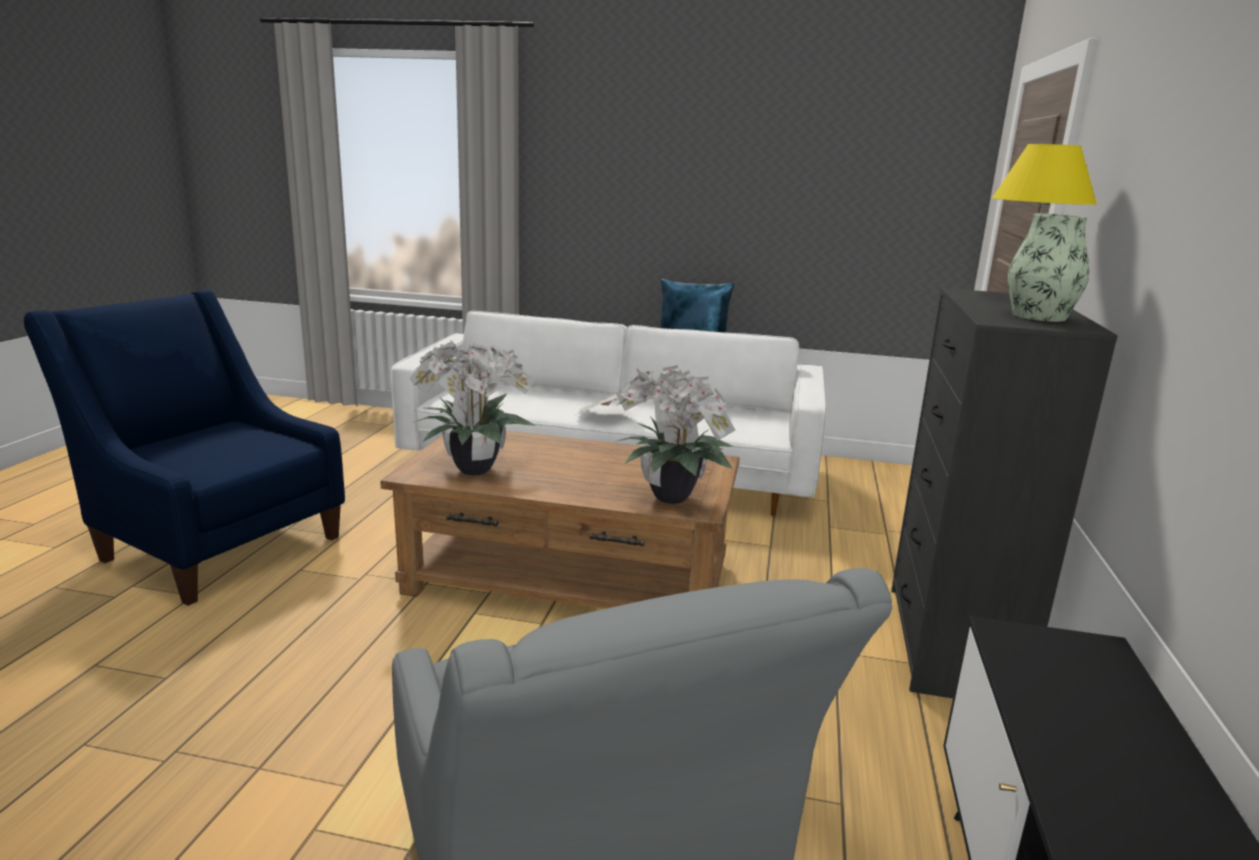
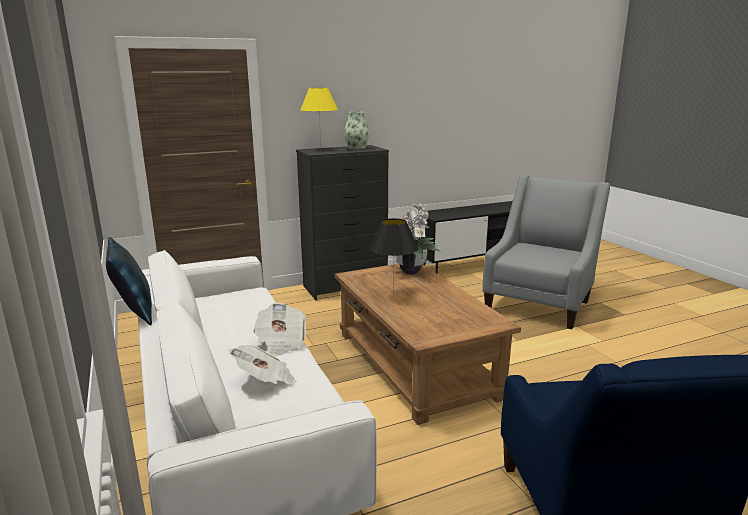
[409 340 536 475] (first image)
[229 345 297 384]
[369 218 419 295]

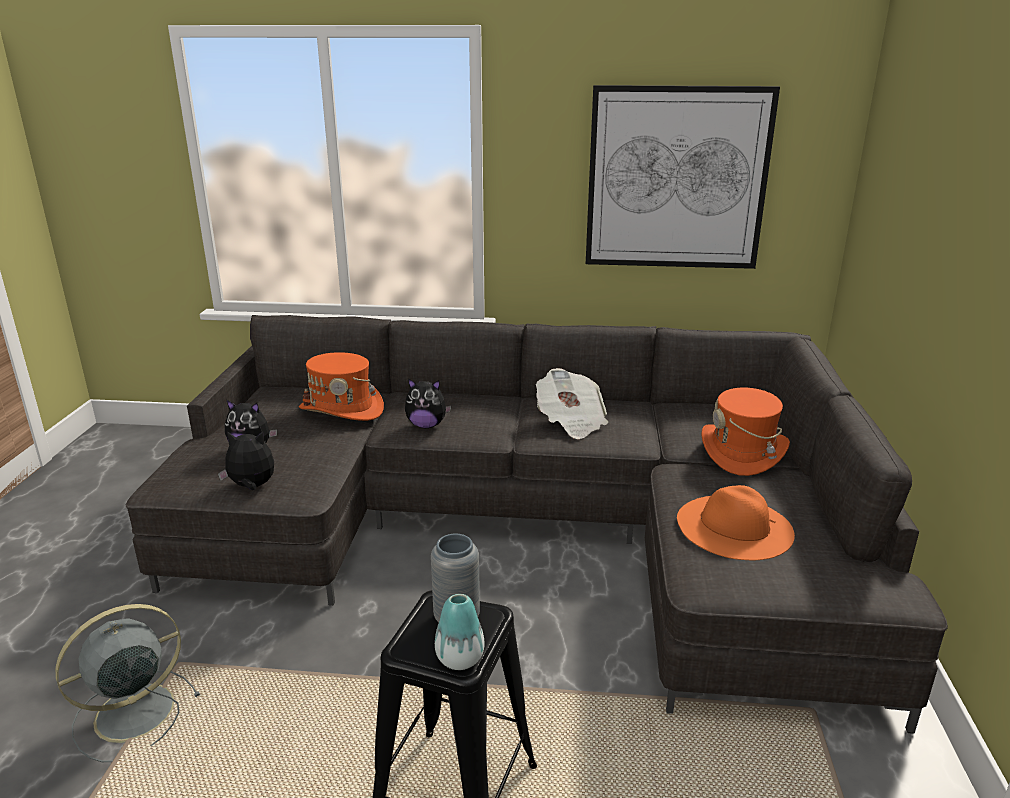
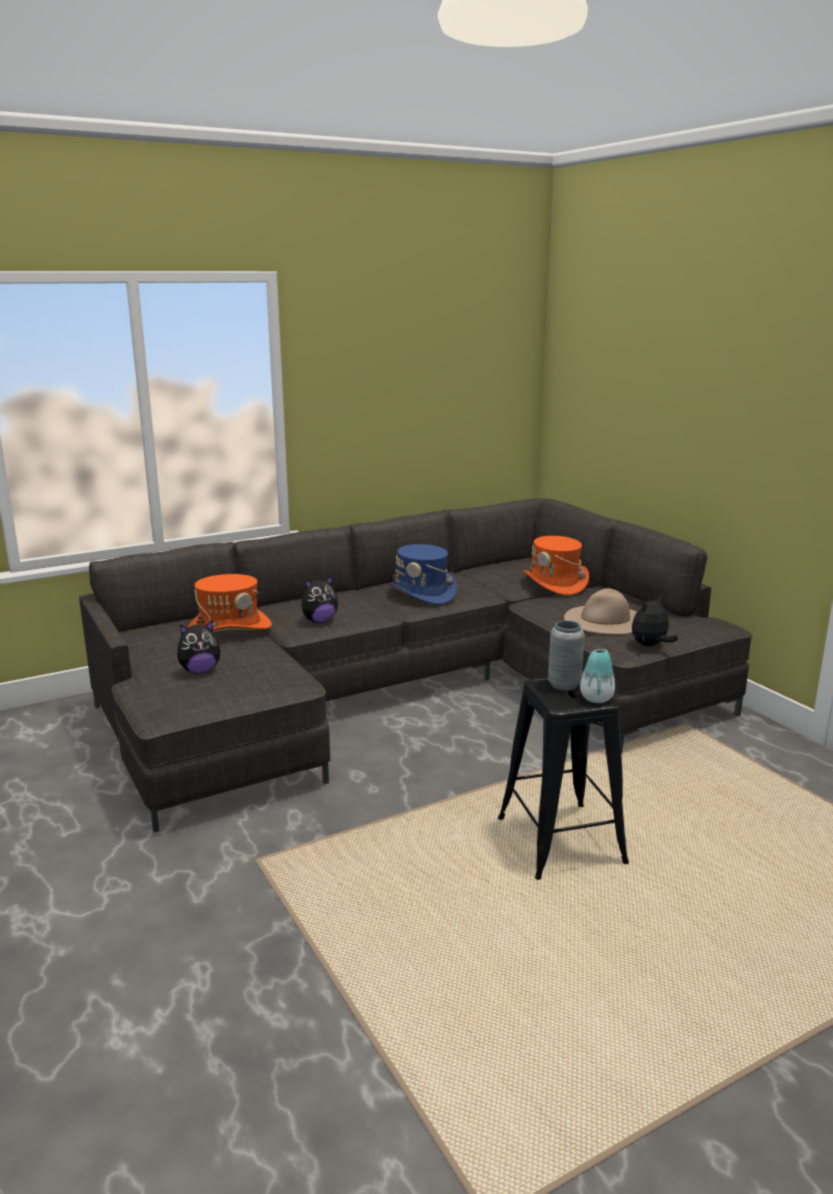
[55 604 200 762] (first image)
[586 85 780 269] (first image)
[632 595 678 646]
[388 544 457 605]
[564 588 637 634]

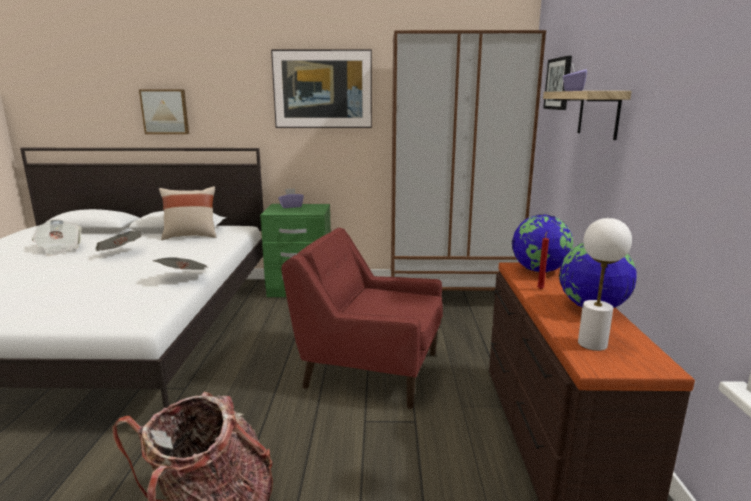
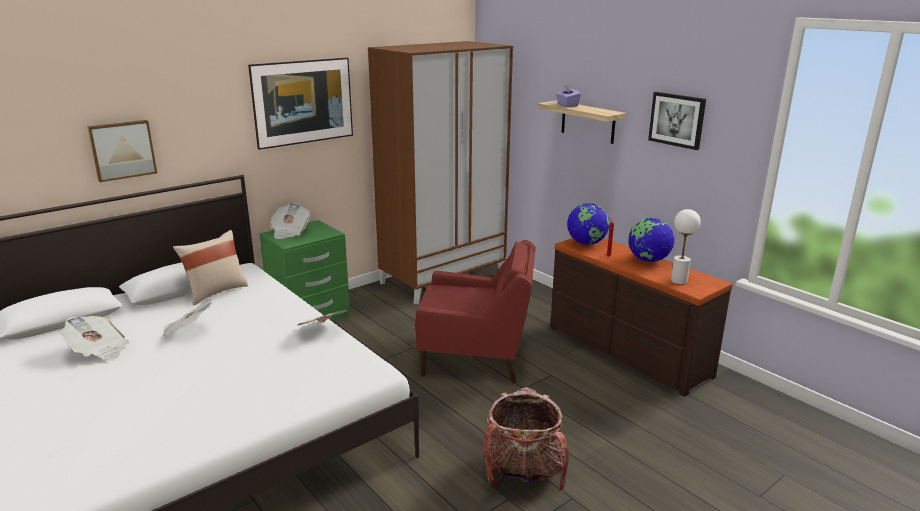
[648 92 706 150]
[270 203 311 239]
[415 240 536 383]

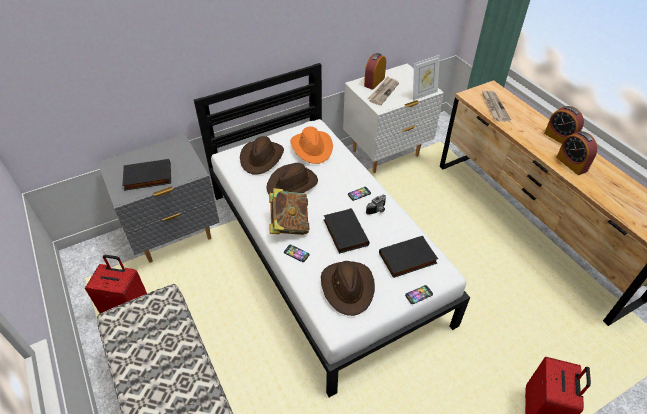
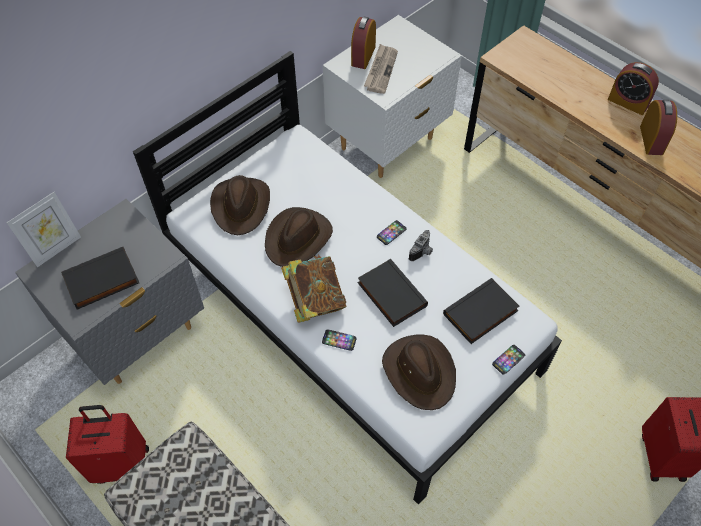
[290 127 333 164] (first image)
[482 91 511 122] (first image)
[7 192 81 267]
[640 100 677 155]

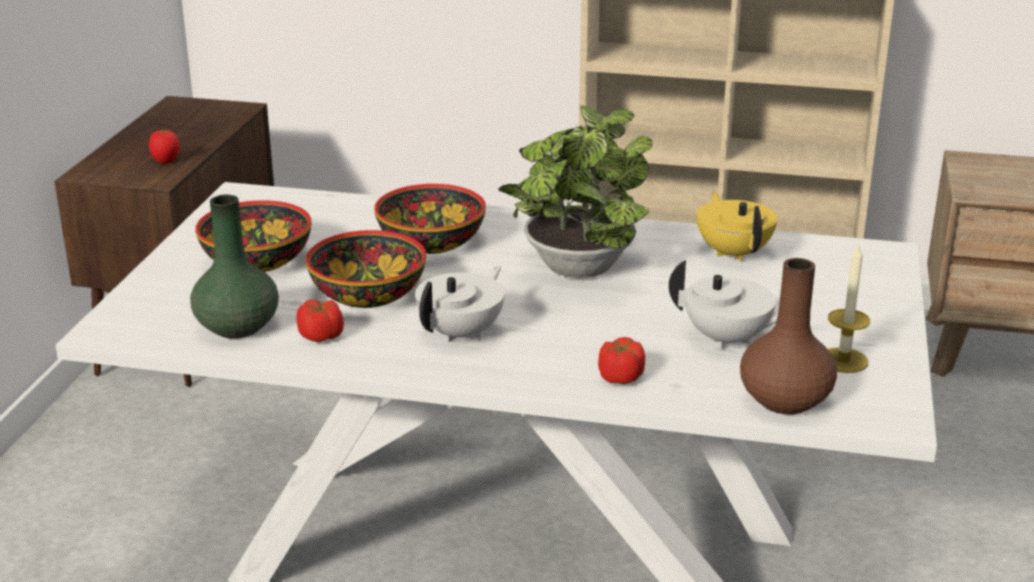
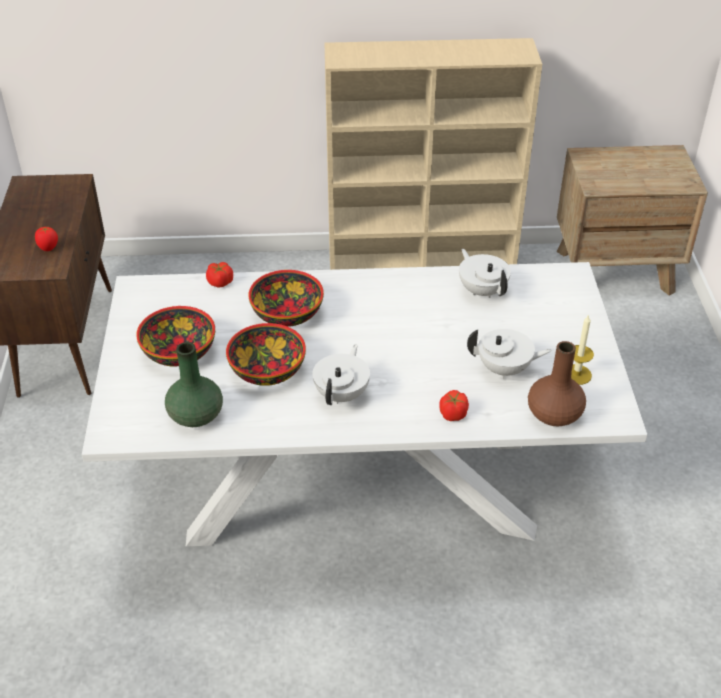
[498 106 653 278] (first image)
[206 262 233 287]
[459 249 511 298]

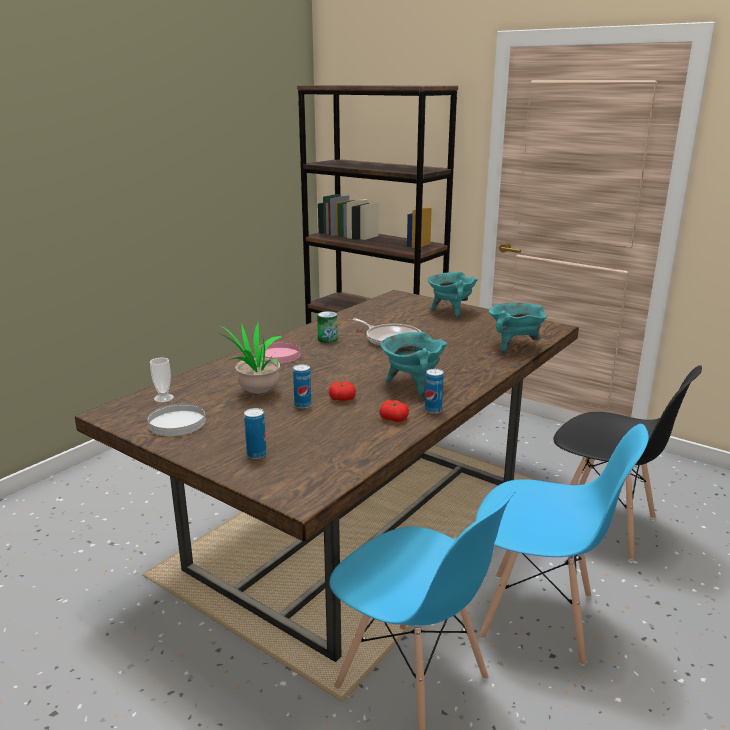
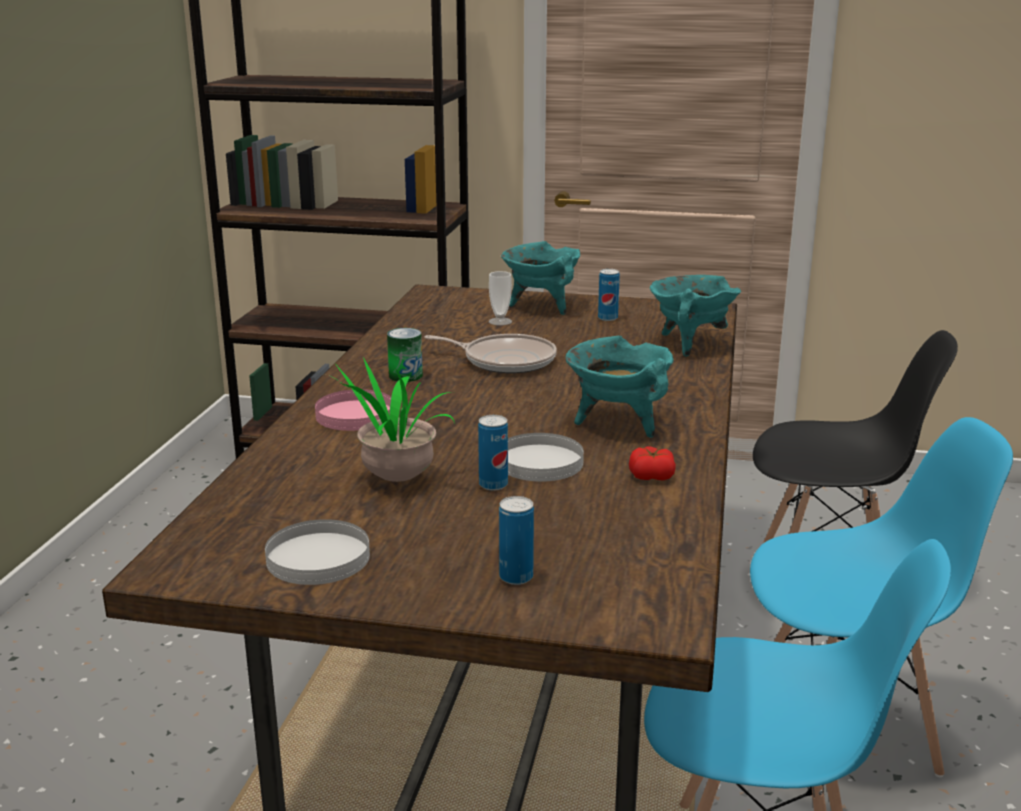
[489 271 512 325]
[598 269 620 321]
[508 433 584 482]

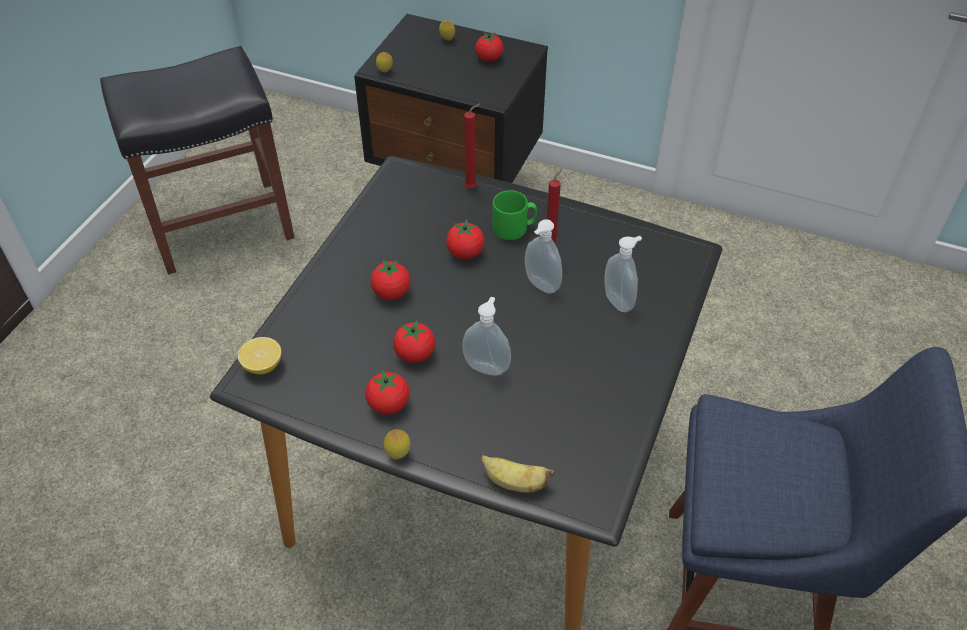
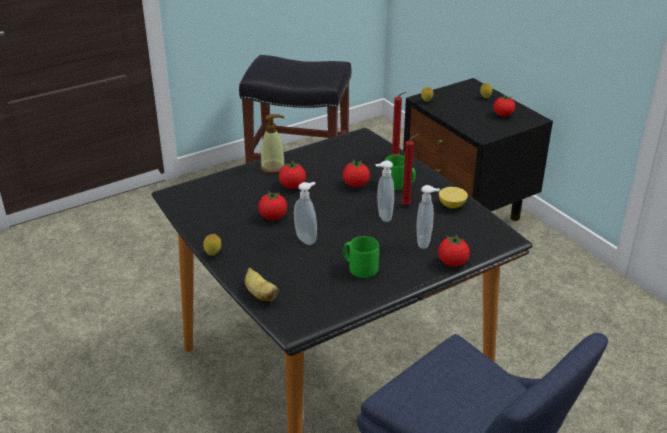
[261 114 285 173]
[344 236 379 278]
[439 187 468 208]
[438 235 470 267]

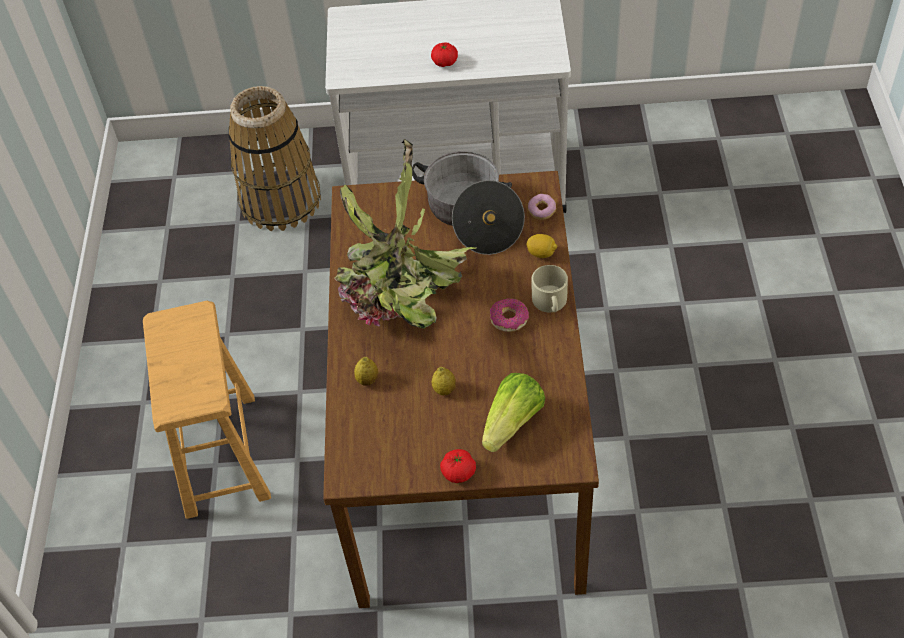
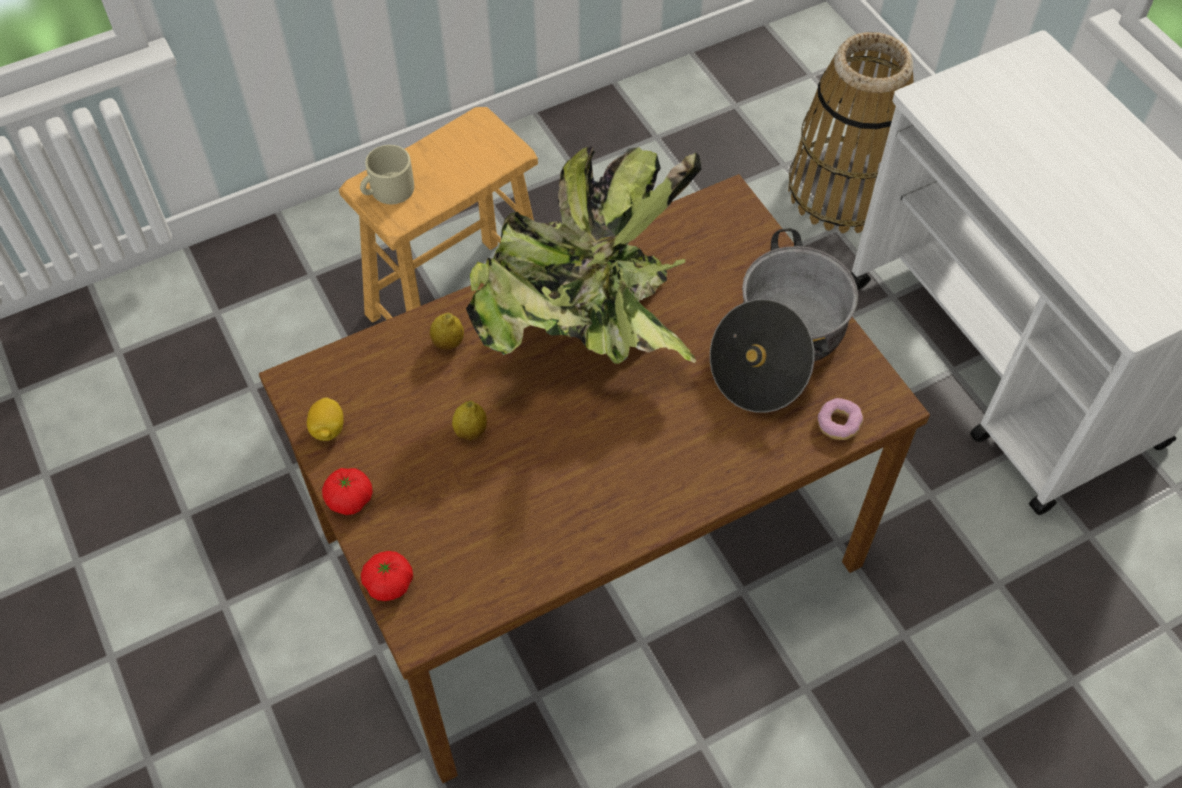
[482 373 545 452] (first image)
[490 298 529 332] (first image)
[361 551 413 601]
[307 397 344 441]
[360 145 414 204]

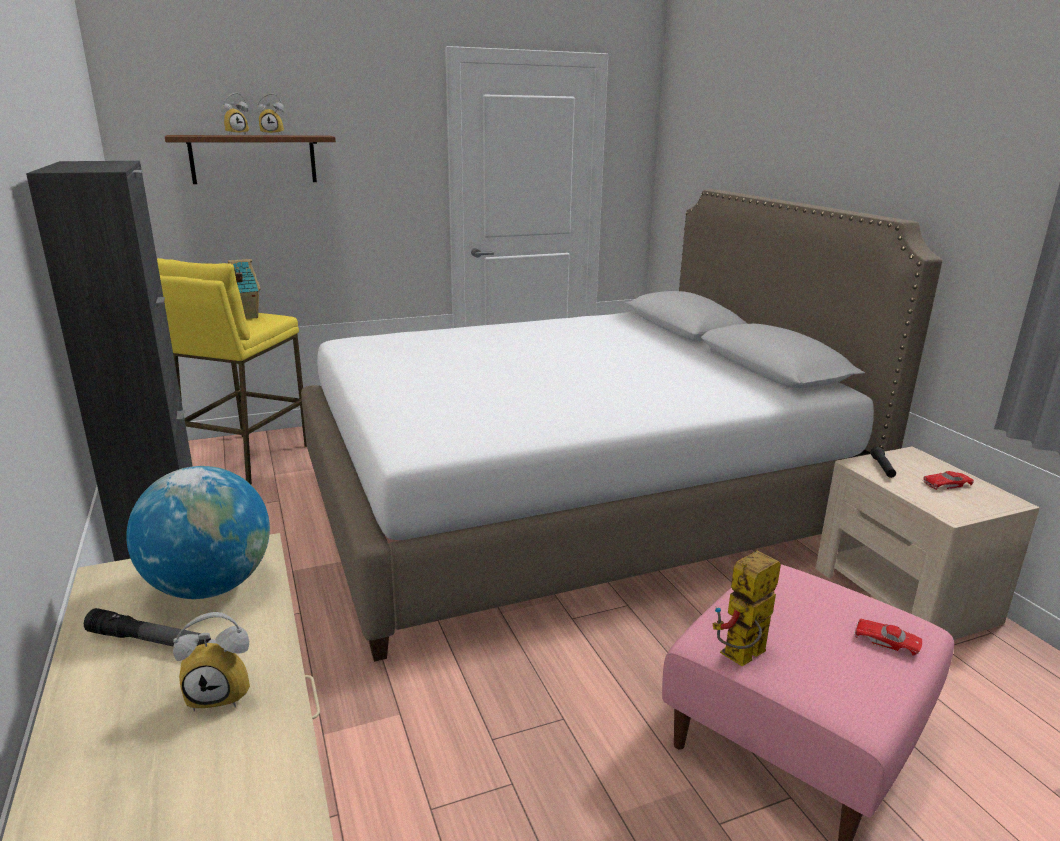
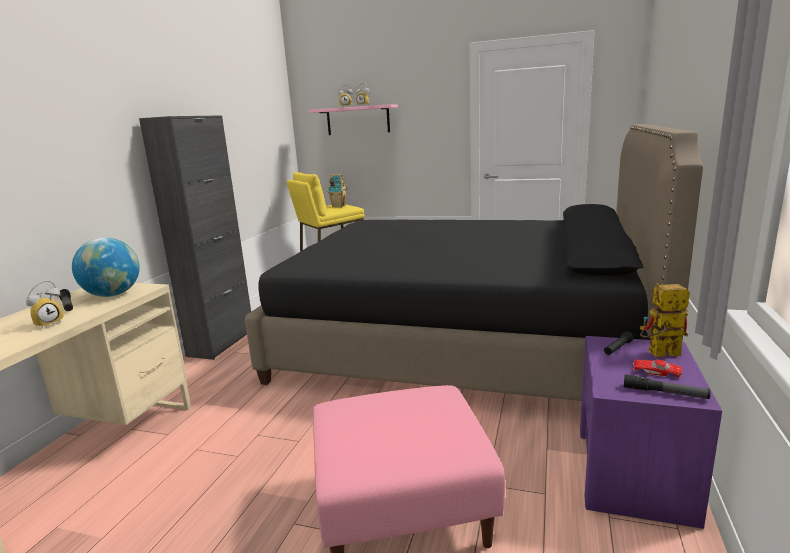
[854 619 922 656] (first image)
[624 374 711 399]
[640 283 690 357]
[308 104 398 135]
[245 124 703 401]
[580 336 722 529]
[26 280 64 329]

